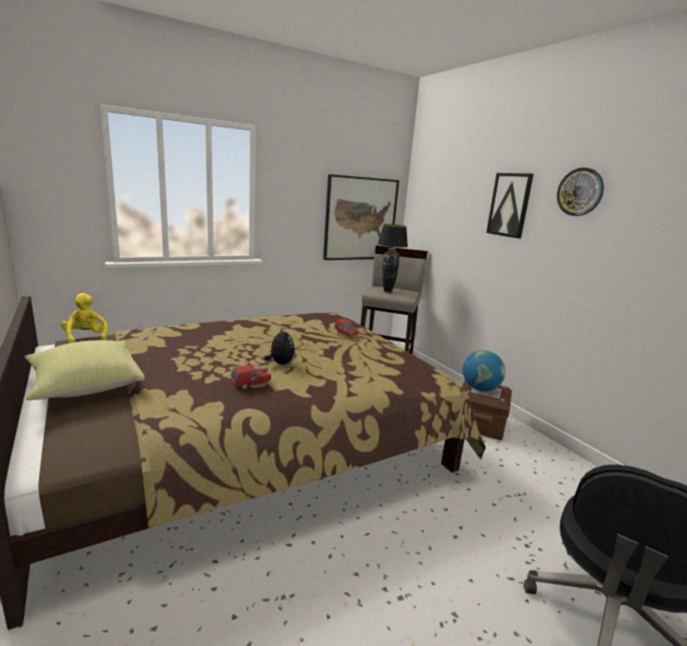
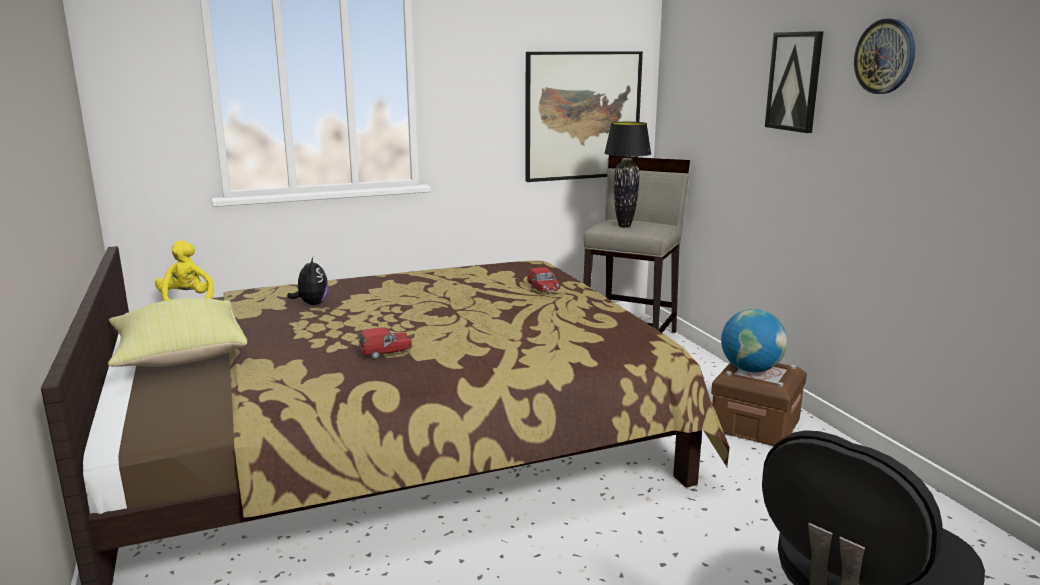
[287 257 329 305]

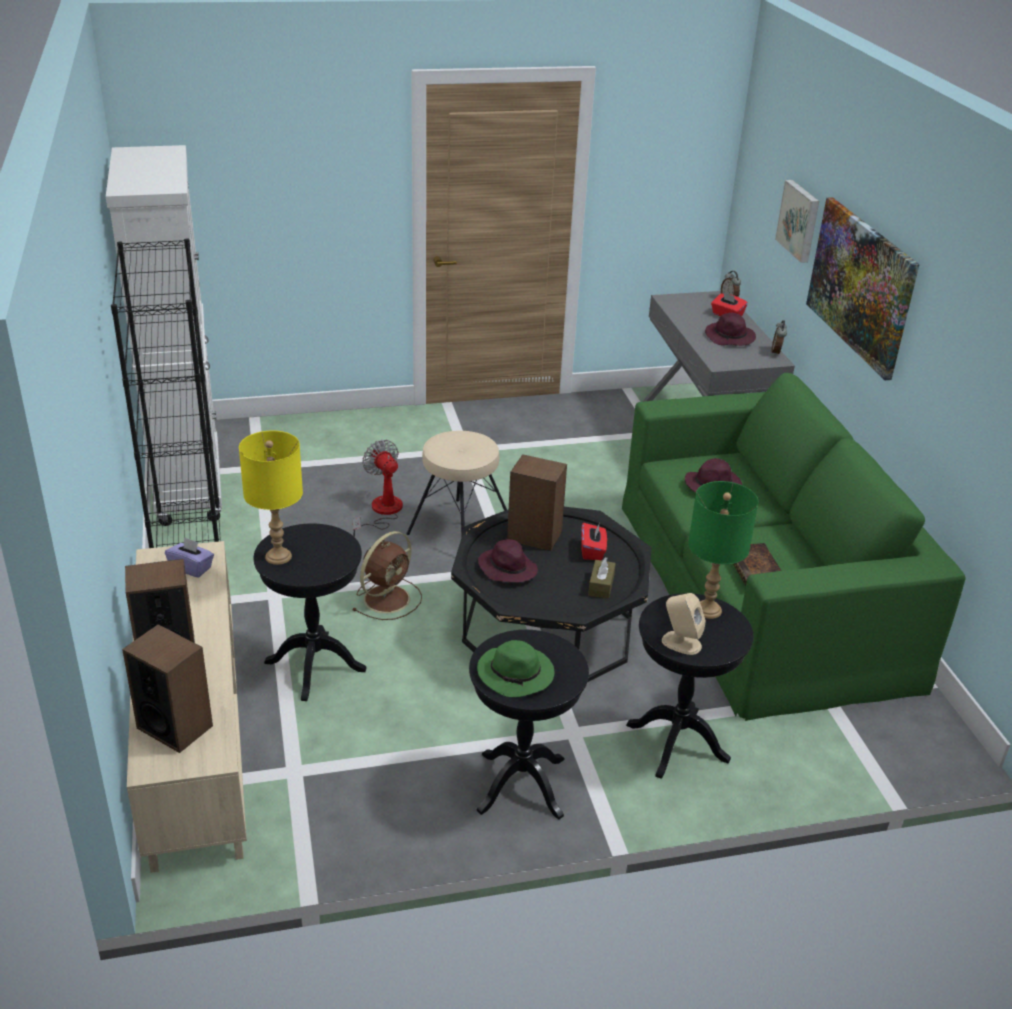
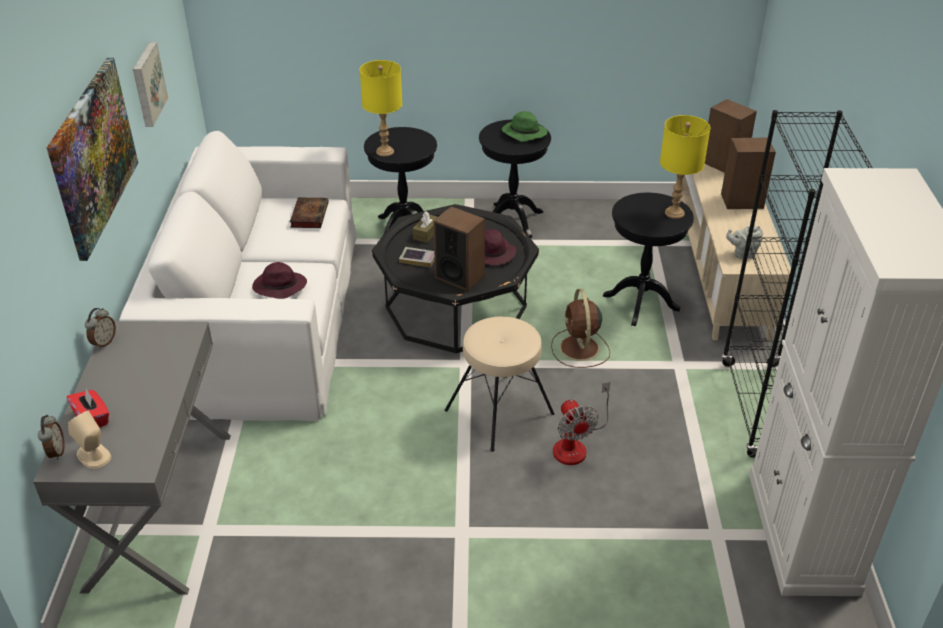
[705 313 756 346] (first image)
[68 410 111 469]
[133 42 168 127]
[726 225 763 259]
[399 247 434 267]
[119 131 357 421]
[360 60 402 156]
[551 289 610 368]

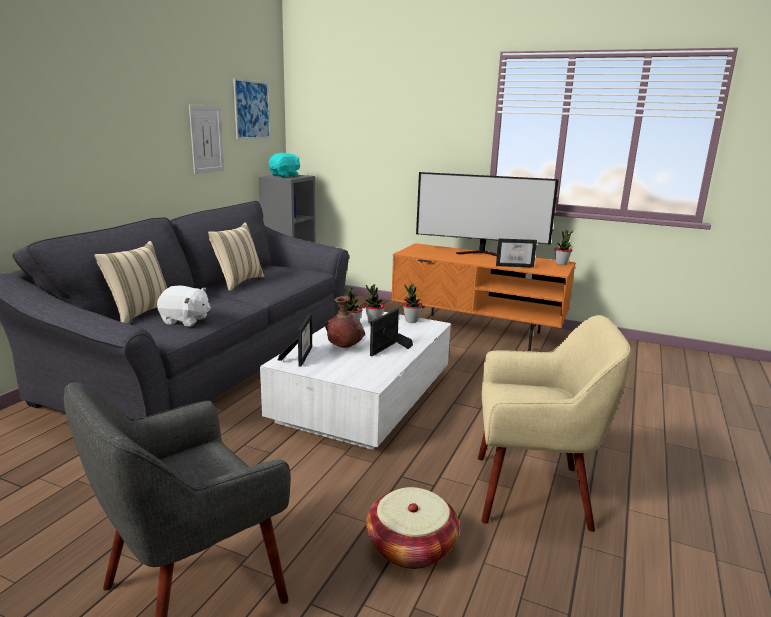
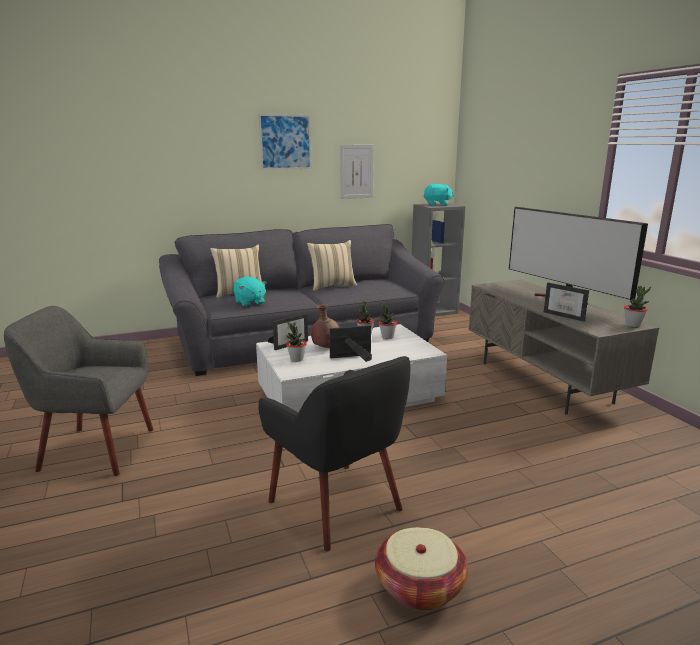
[259 114 312 170]
[375 527 468 611]
[286 321 307 362]
[233 277 267 307]
[469 280 659 414]
[259 356 410 551]

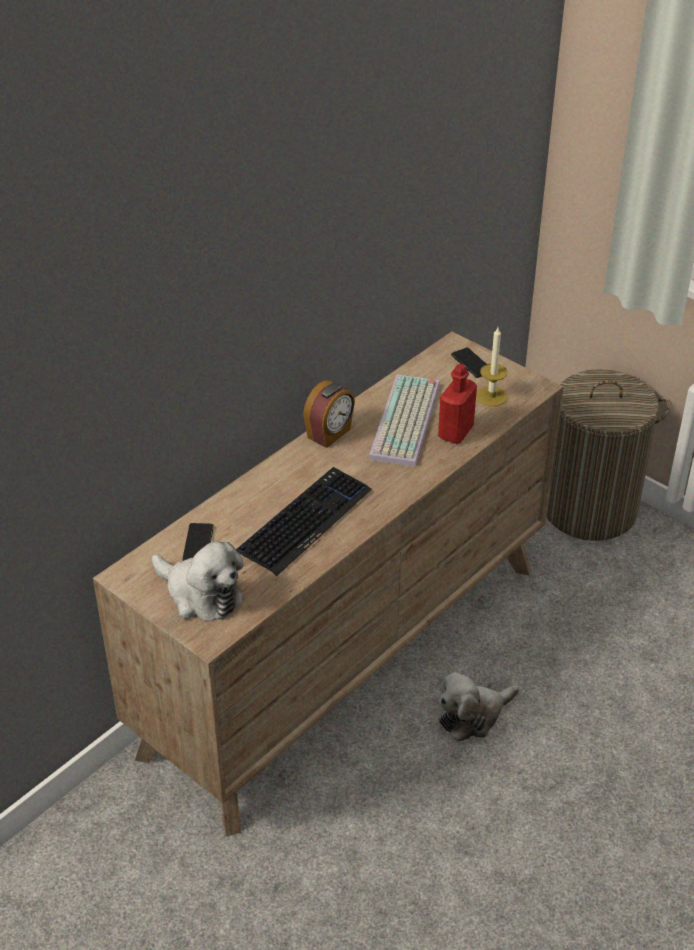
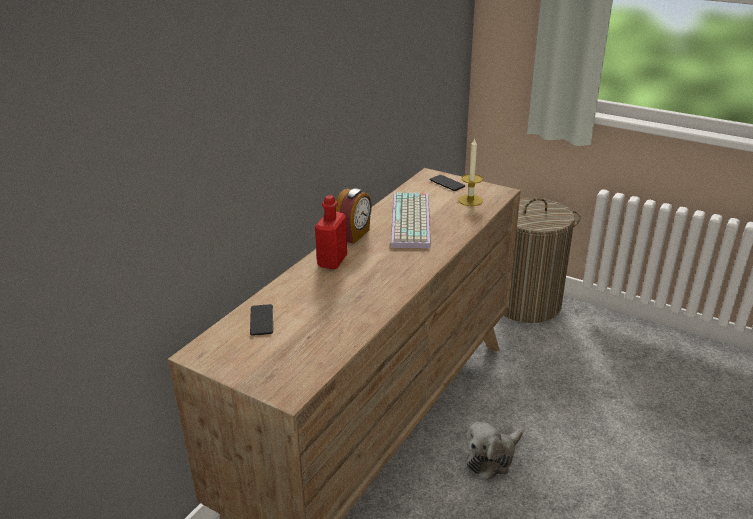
[152 541 244 622] (first image)
[236 467 372 576] (first image)
[315 195 347 269]

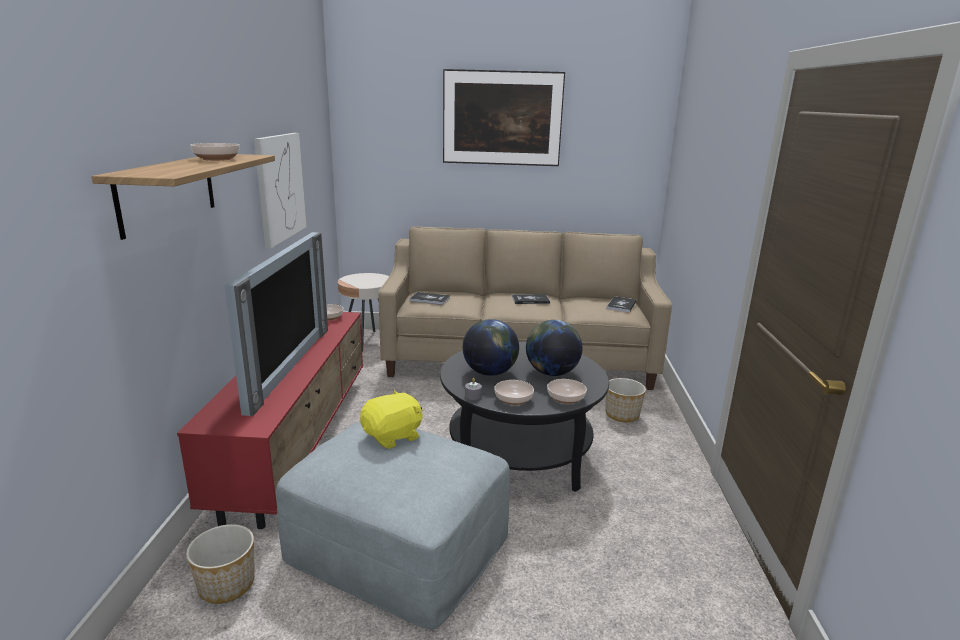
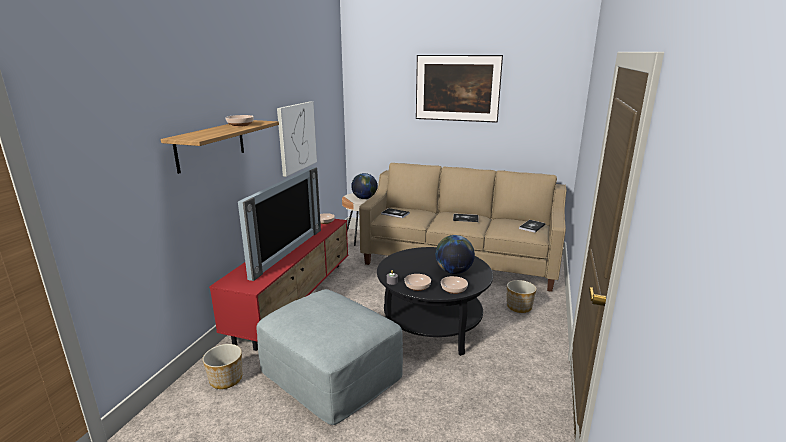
[360 390 423 449] (first image)
[351 173 378 199]

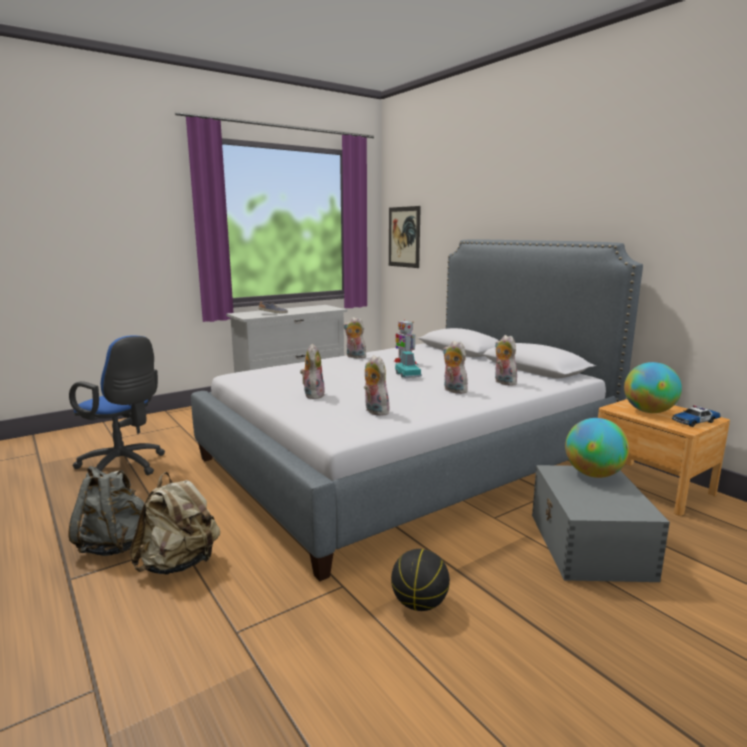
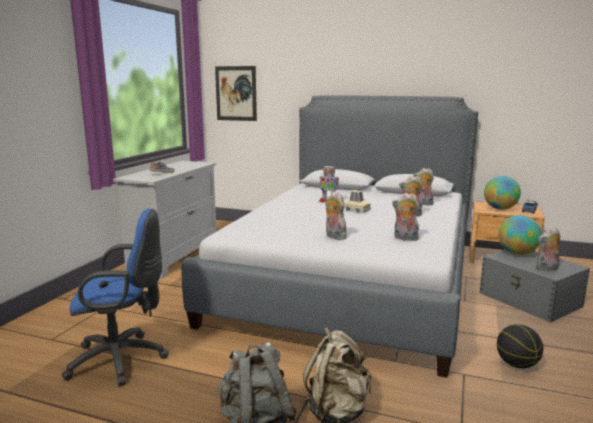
[536 228 560 272]
[344 190 371 212]

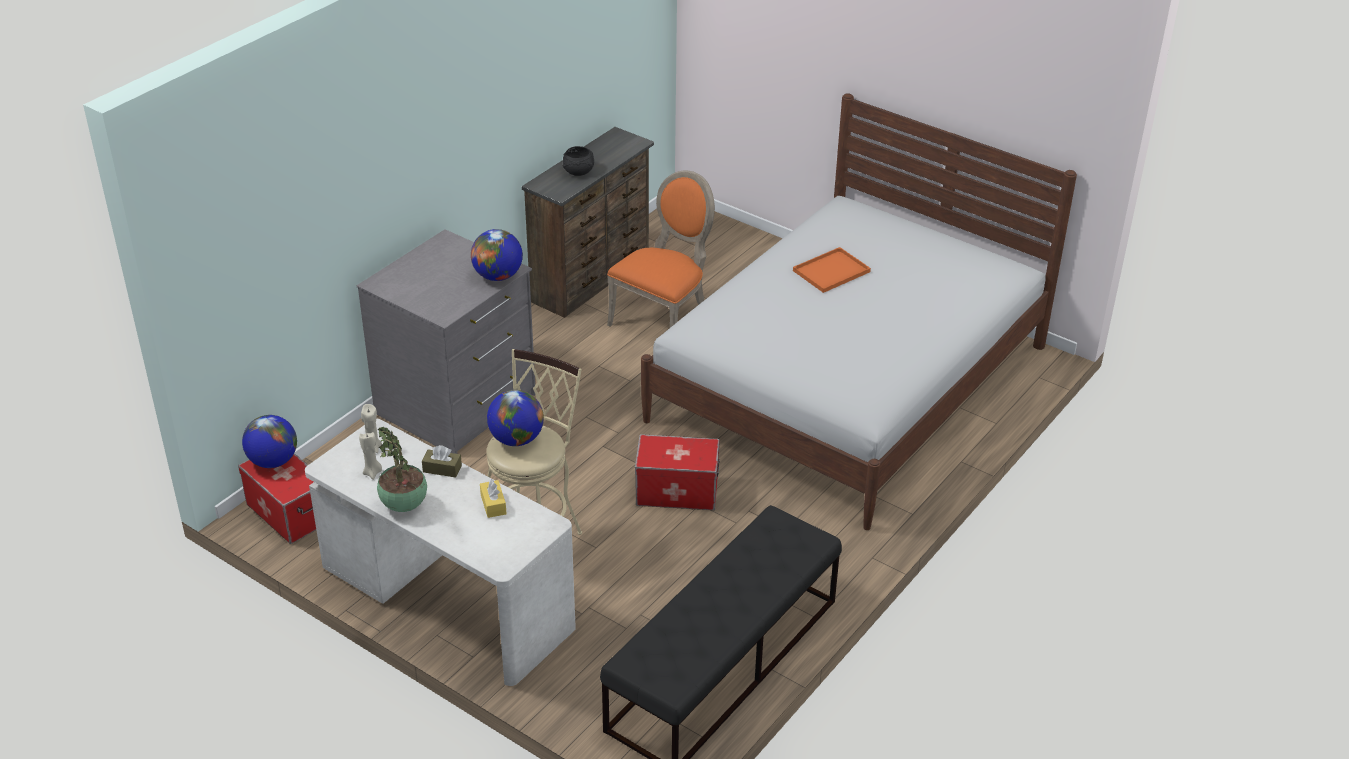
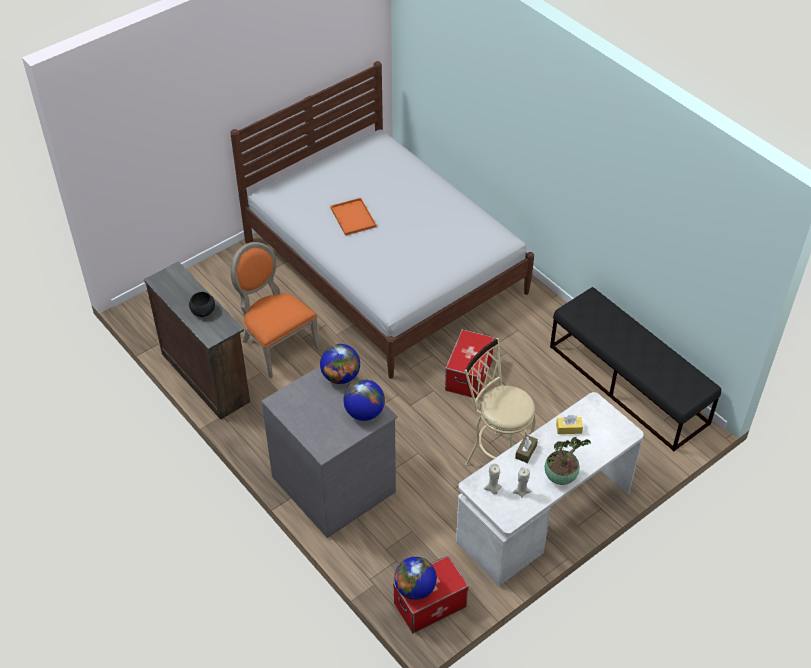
[343 379 385 421]

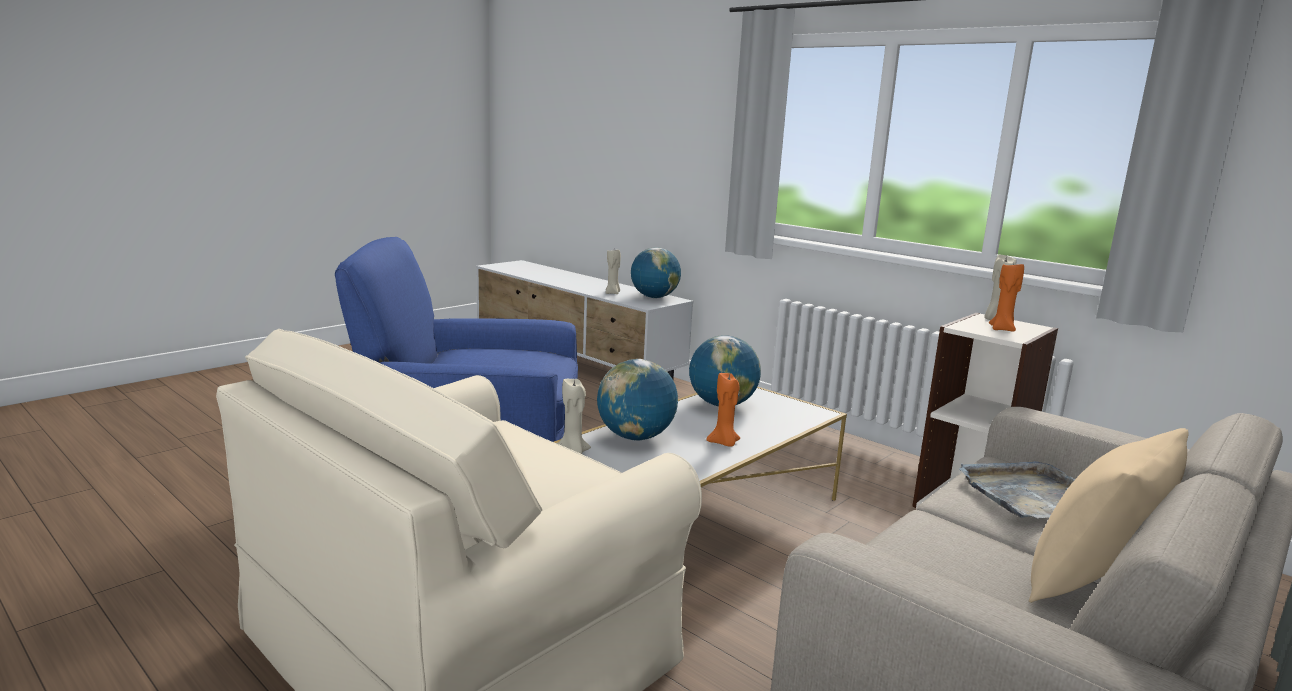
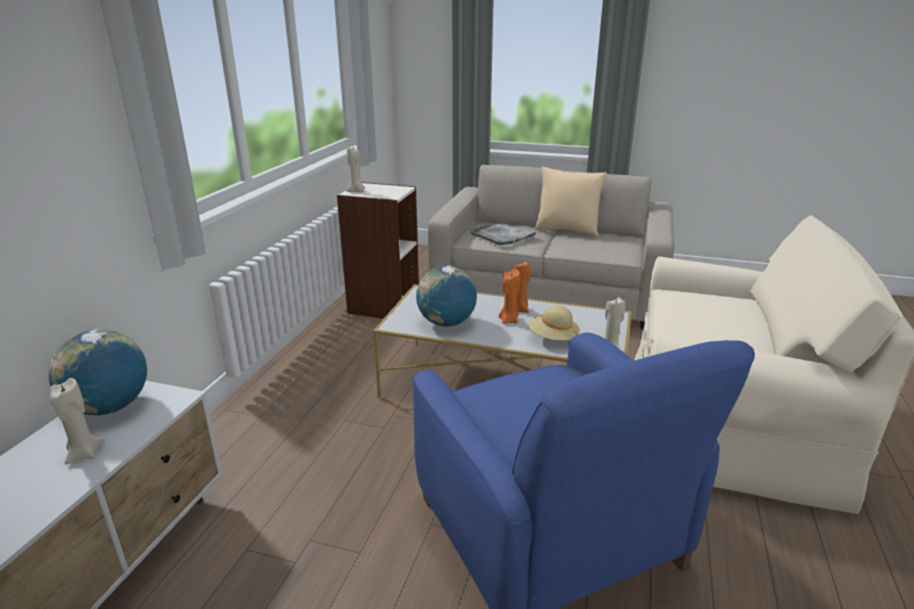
[499 269 520 324]
[529 305 579 341]

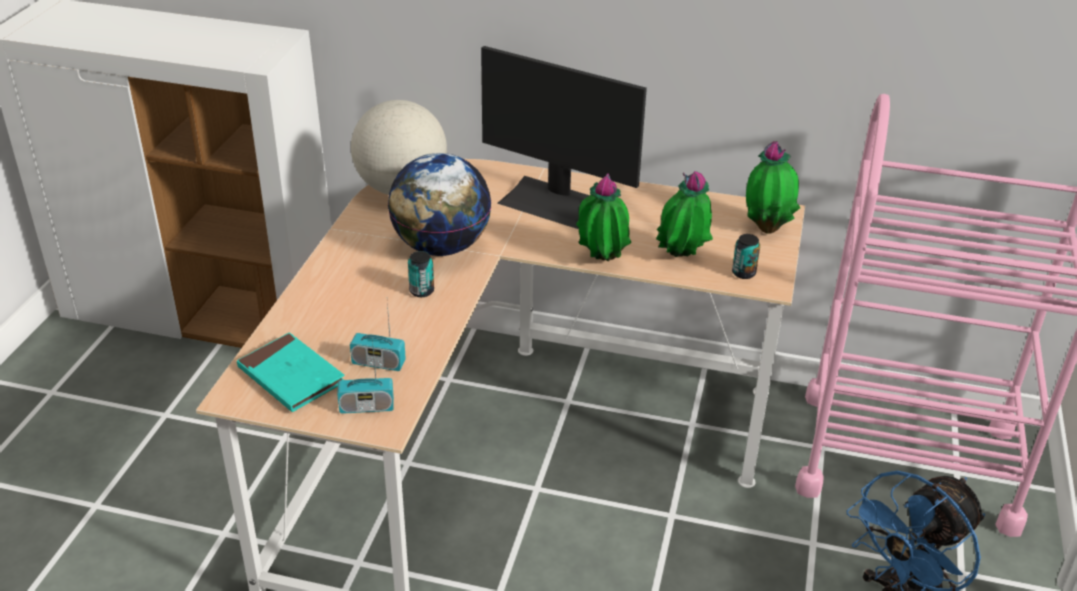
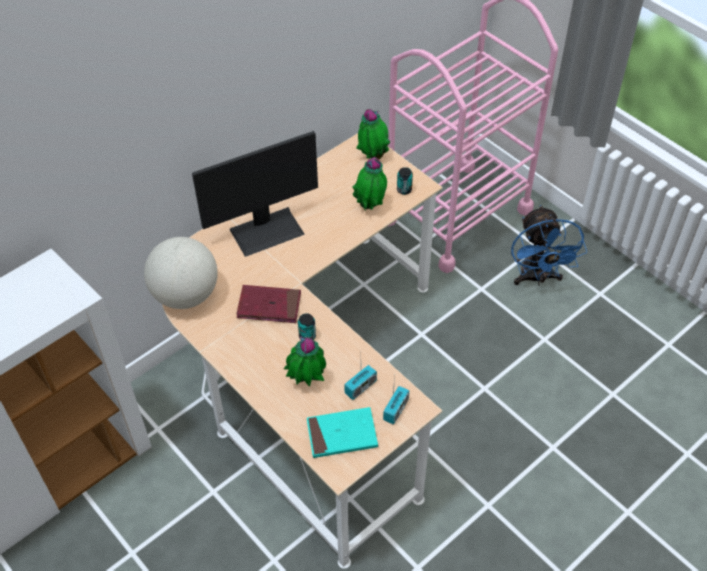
[284 336 326 387]
[236 285 301 323]

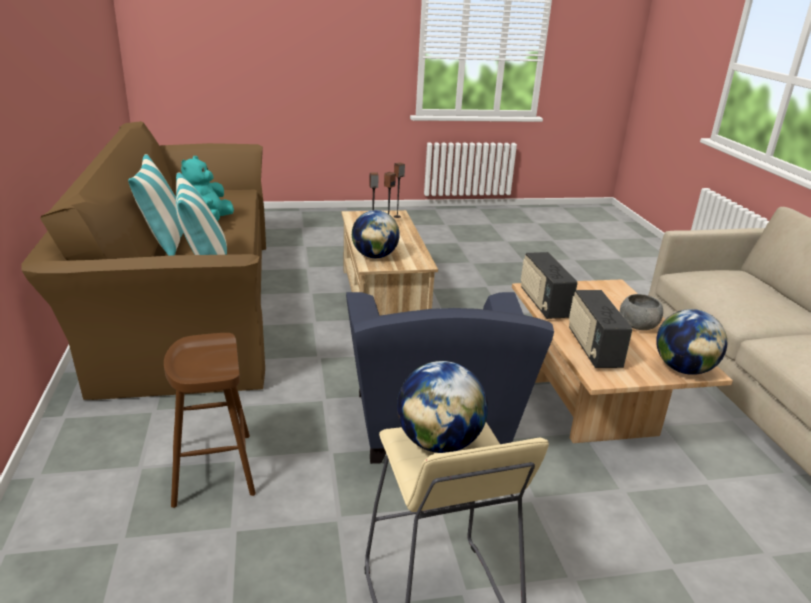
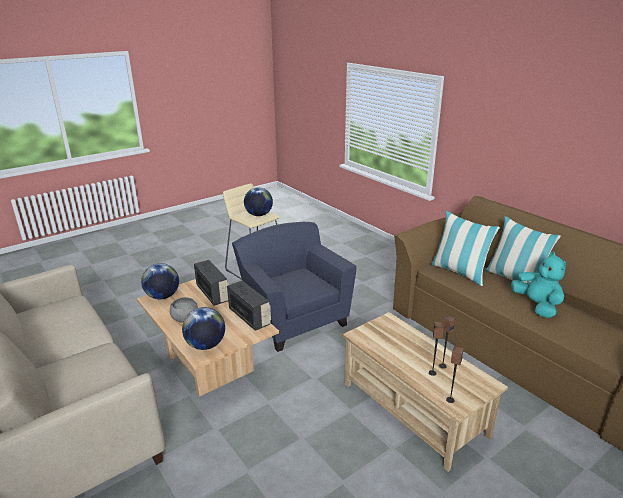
[164 333 256 508] (first image)
[182 307 225 350]

